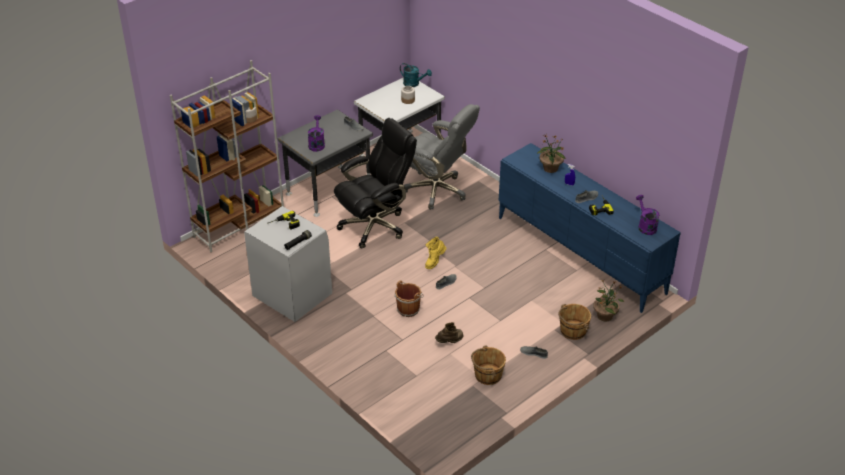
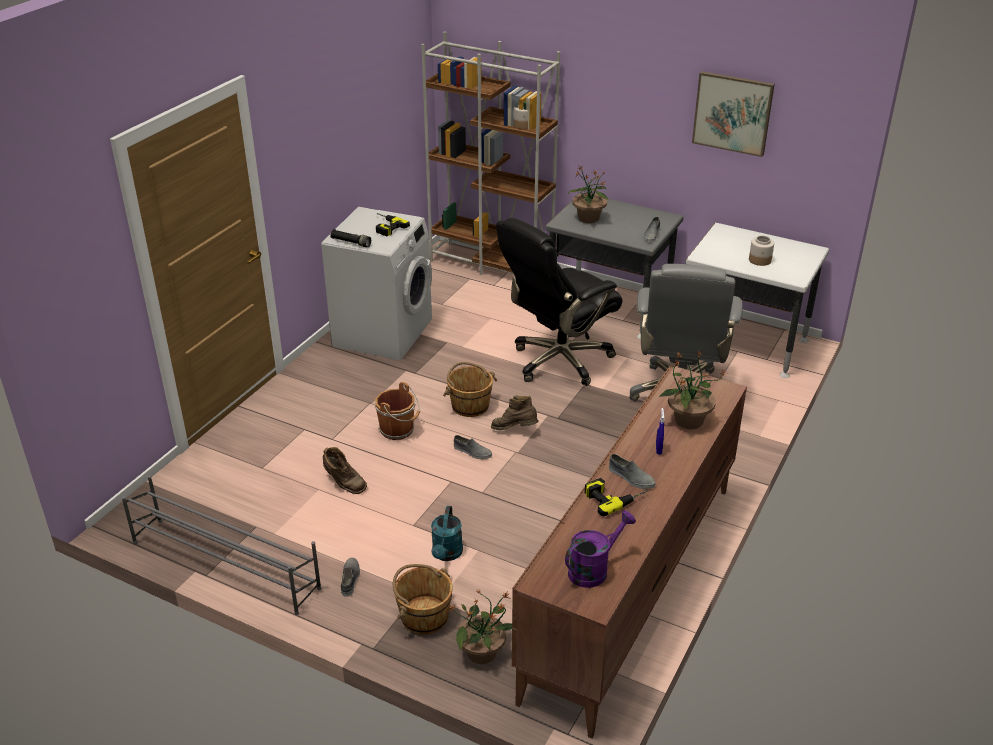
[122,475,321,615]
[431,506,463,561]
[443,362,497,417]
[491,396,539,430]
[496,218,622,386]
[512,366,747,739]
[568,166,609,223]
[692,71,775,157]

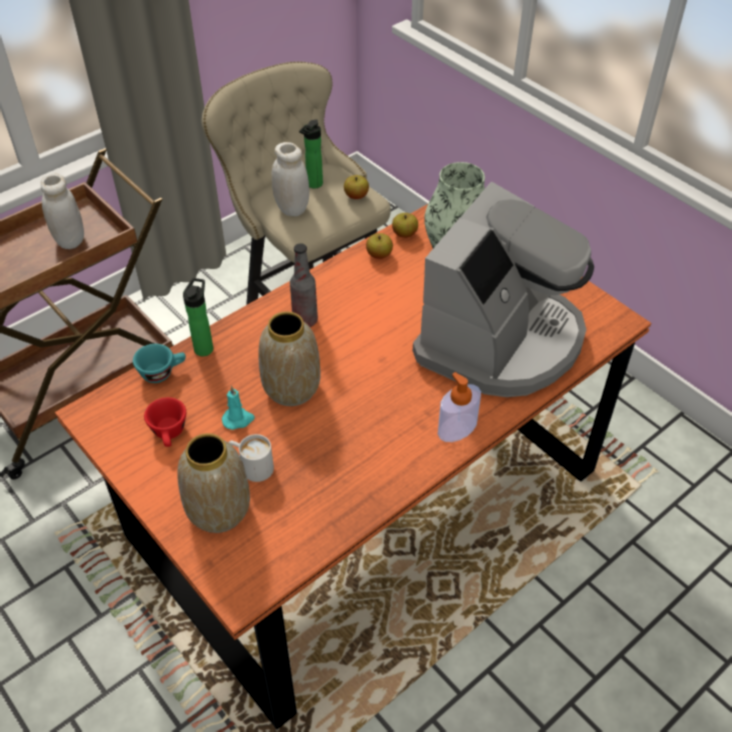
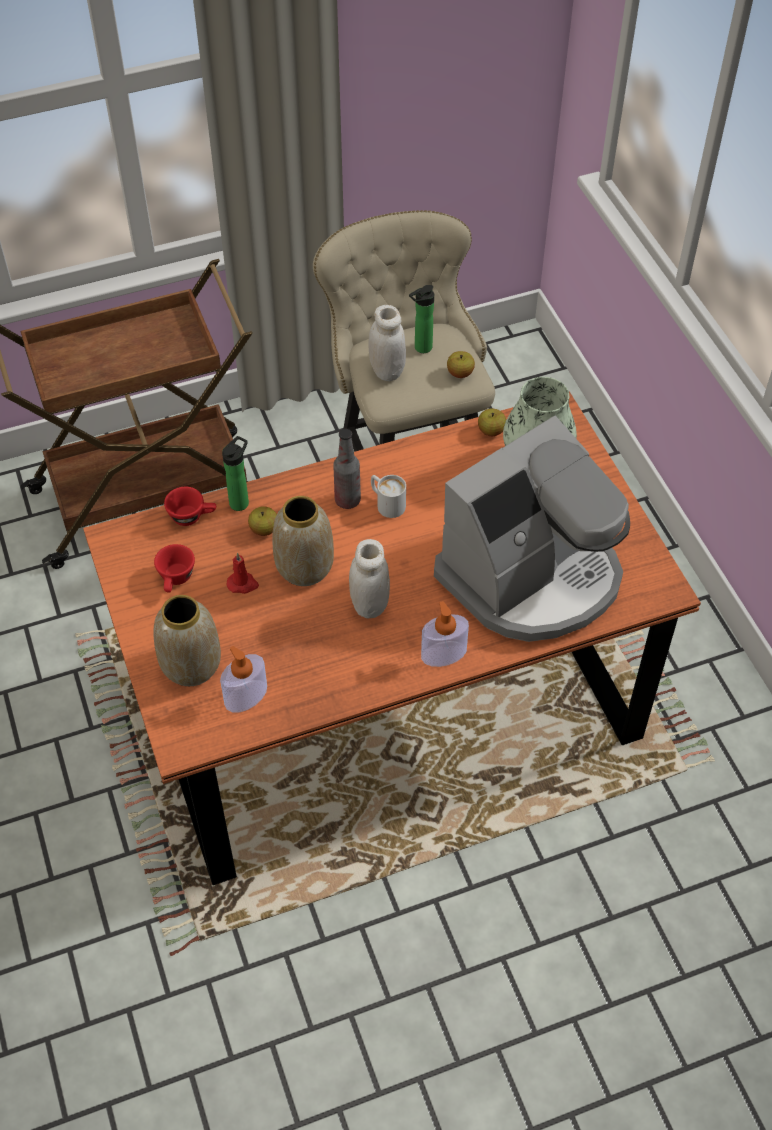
[164,487,216,526]
[220,646,267,713]
[227,553,259,594]
[248,506,277,536]
[349,539,390,618]
[371,475,406,518]

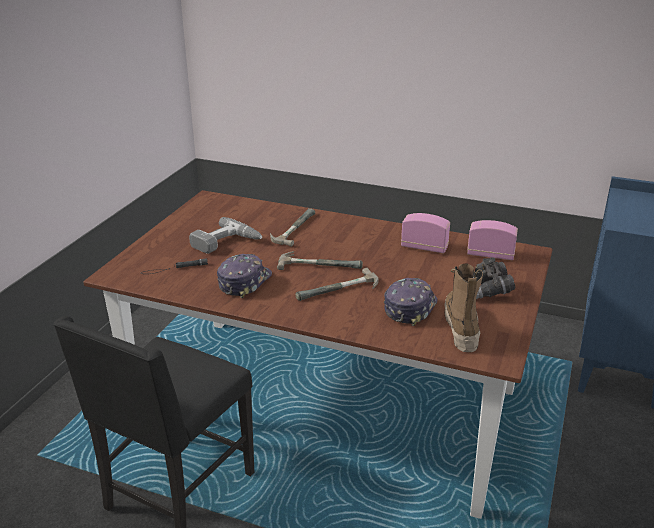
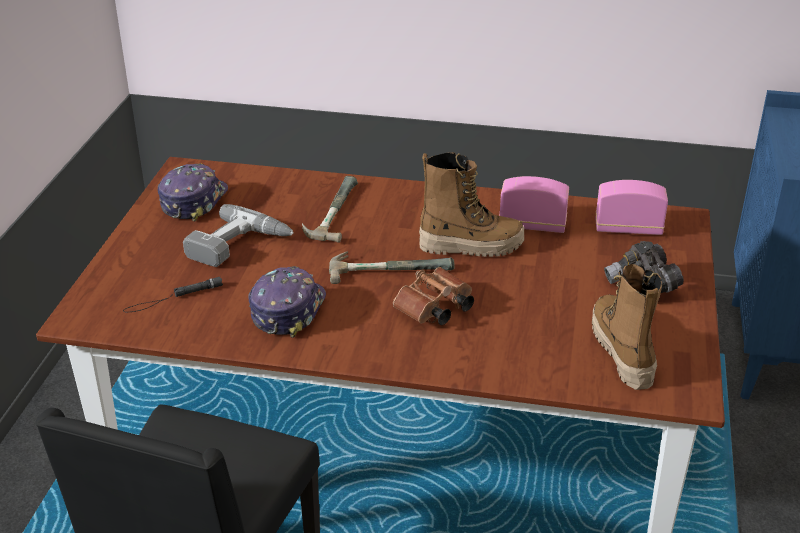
[158,164,228,221]
[393,267,474,325]
[419,152,524,257]

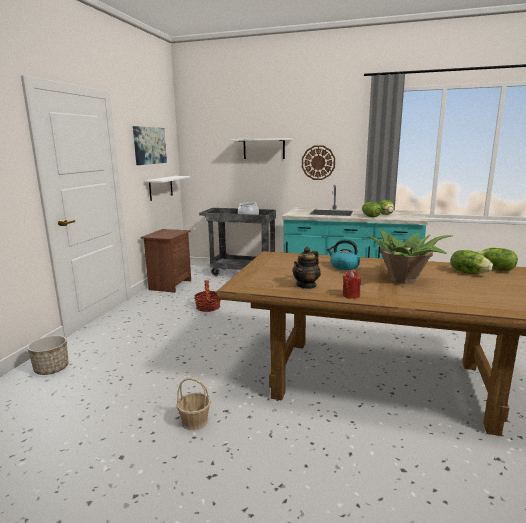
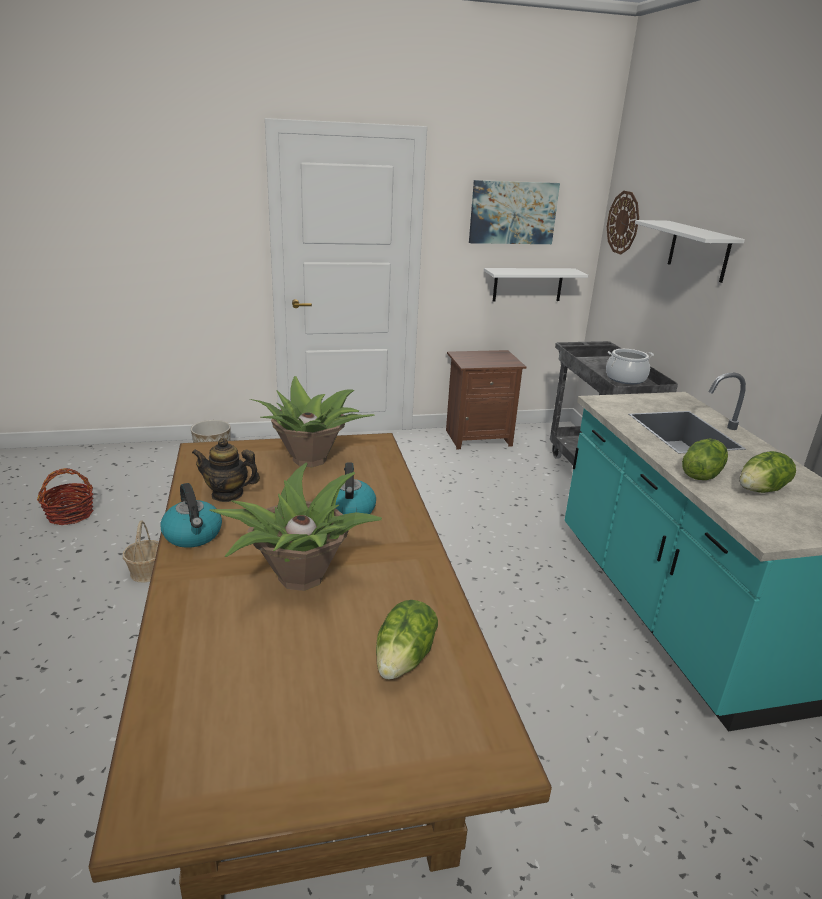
[37,468,94,525]
[160,483,222,548]
[250,376,375,468]
[607,191,639,254]
[478,248,518,271] (first image)

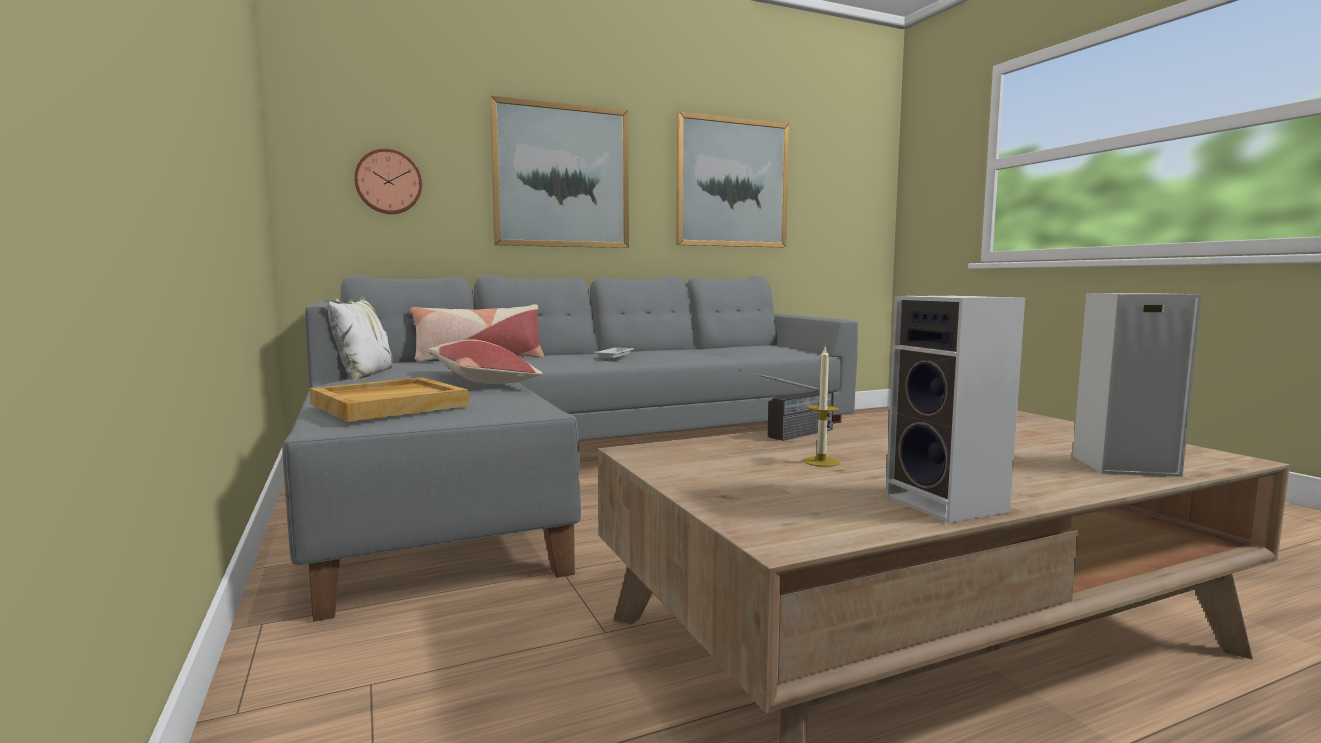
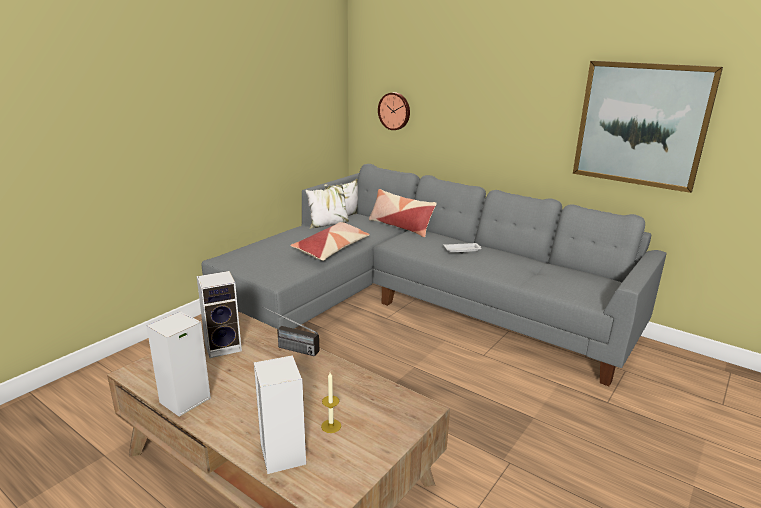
[197,271,242,358]
[321,372,341,433]
[310,377,470,422] (first image)
[490,96,629,248] (first image)

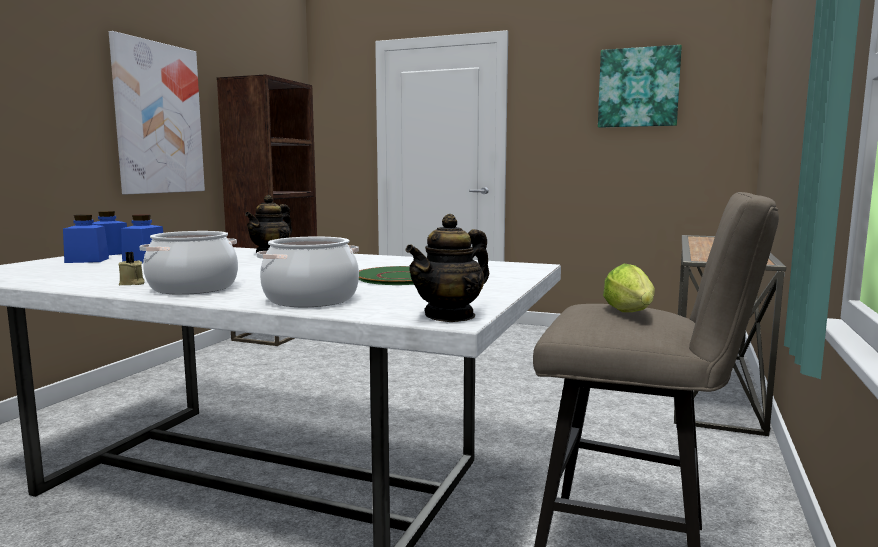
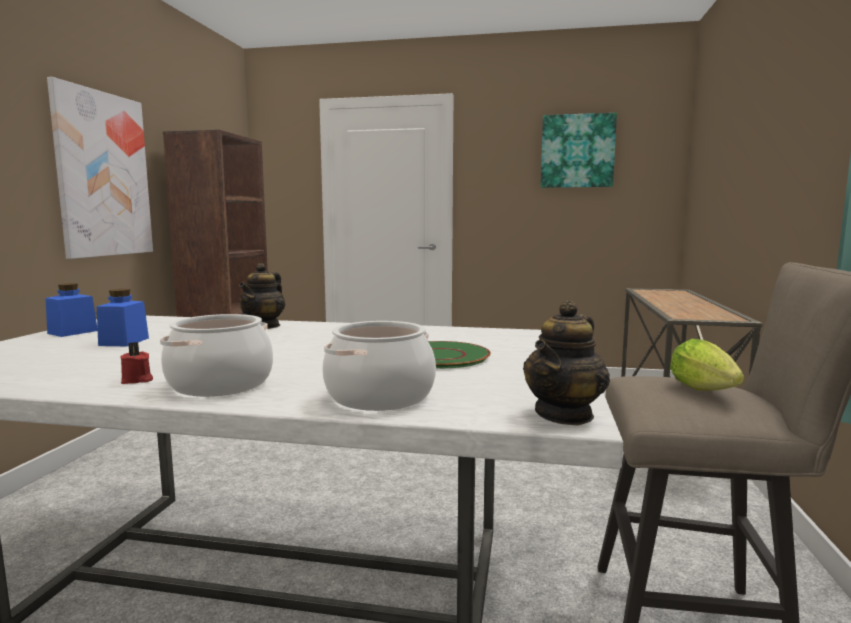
[120,342,153,384]
[63,214,109,263] (first image)

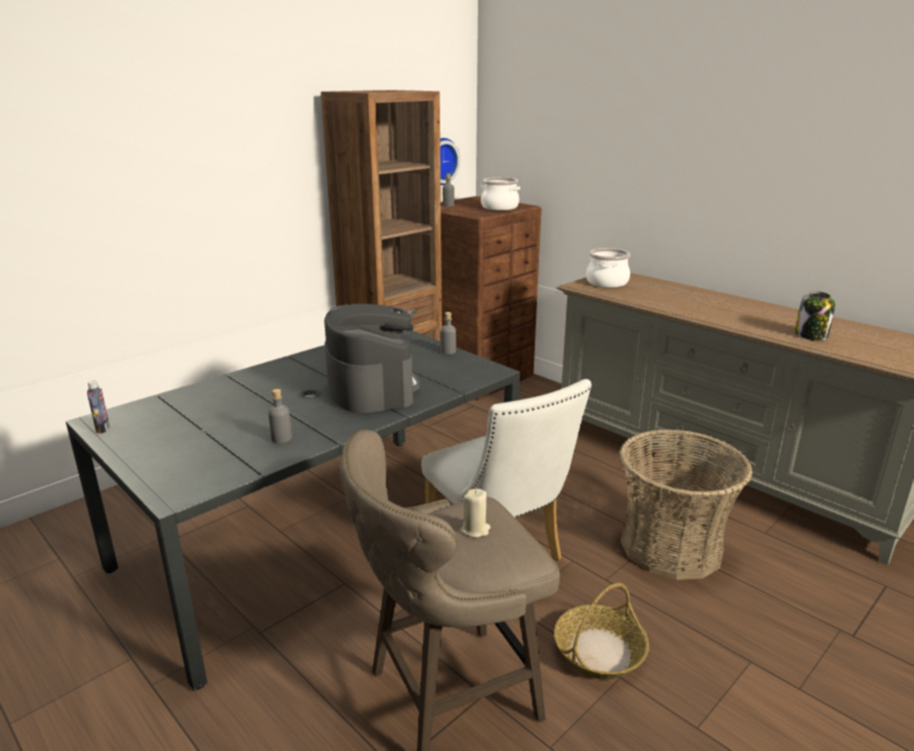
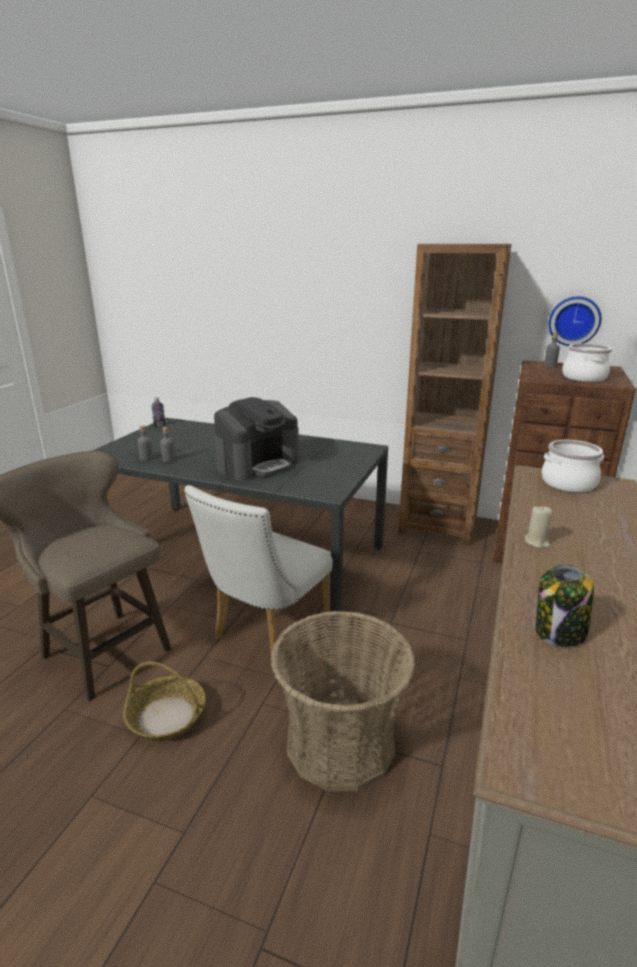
[138,425,153,461]
[525,505,552,548]

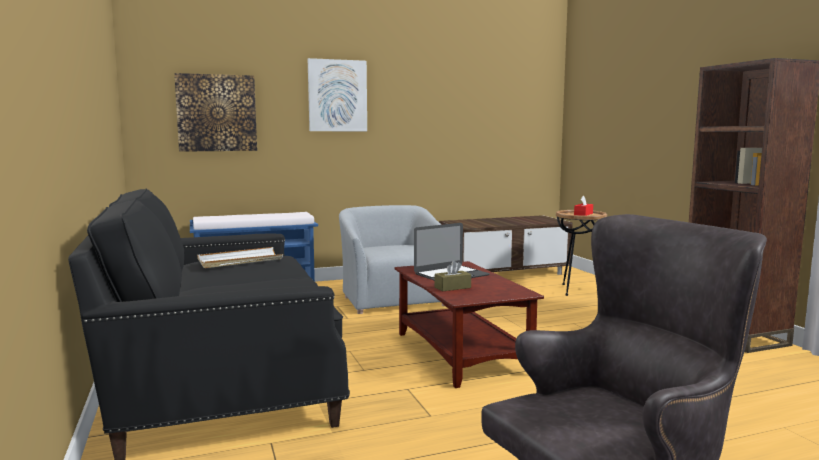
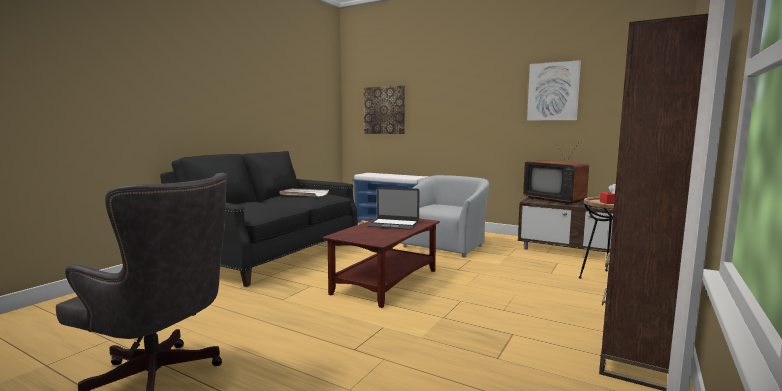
[523,144,589,204]
[527,60,581,121]
[435,261,471,291] (first image)

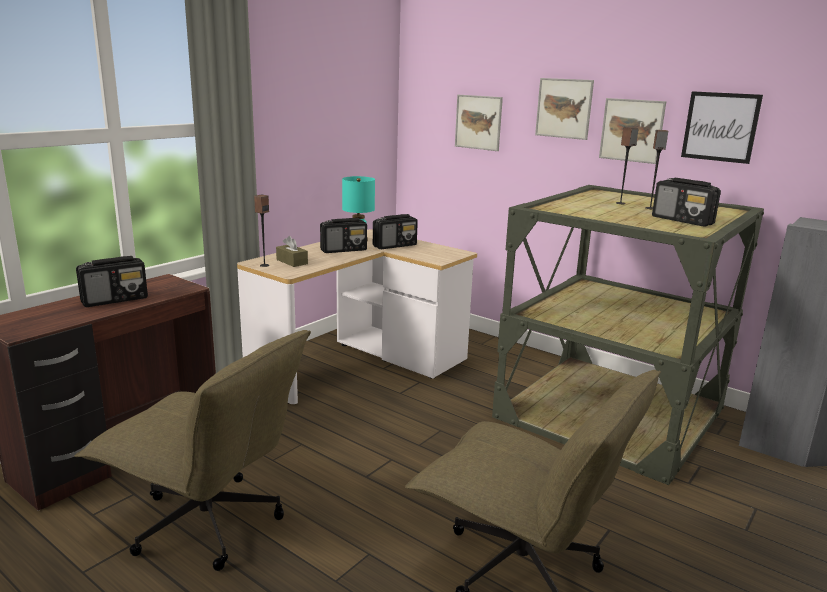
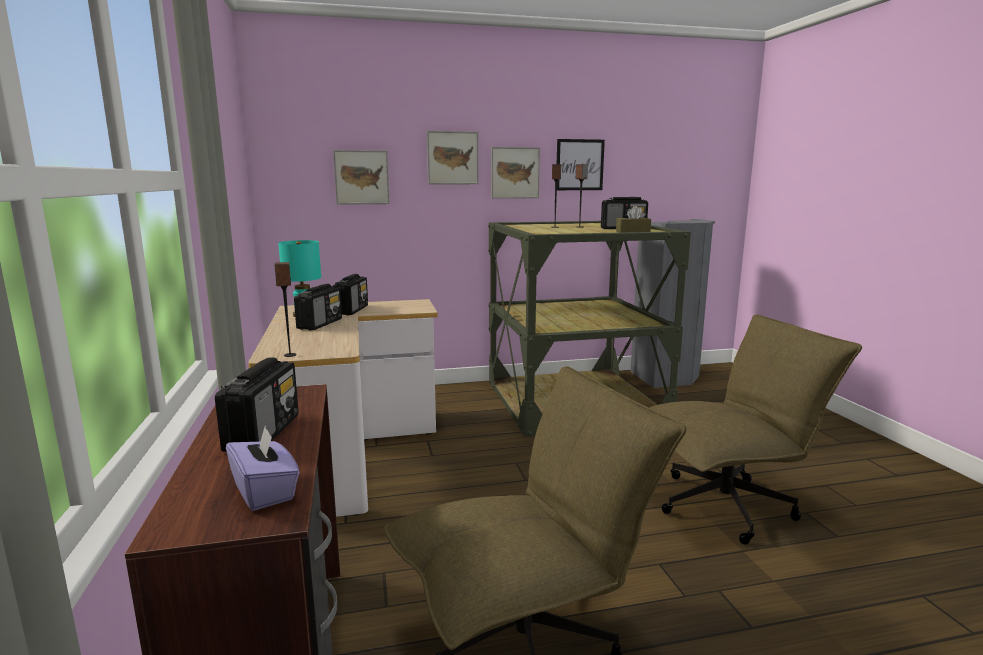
[226,427,300,511]
[616,205,651,233]

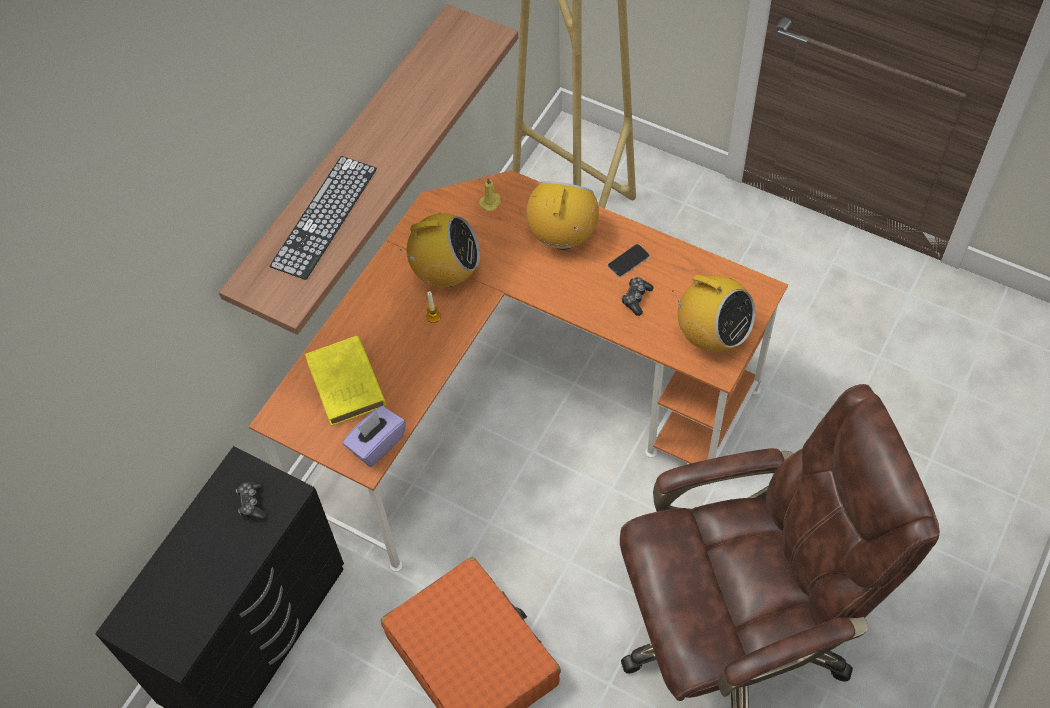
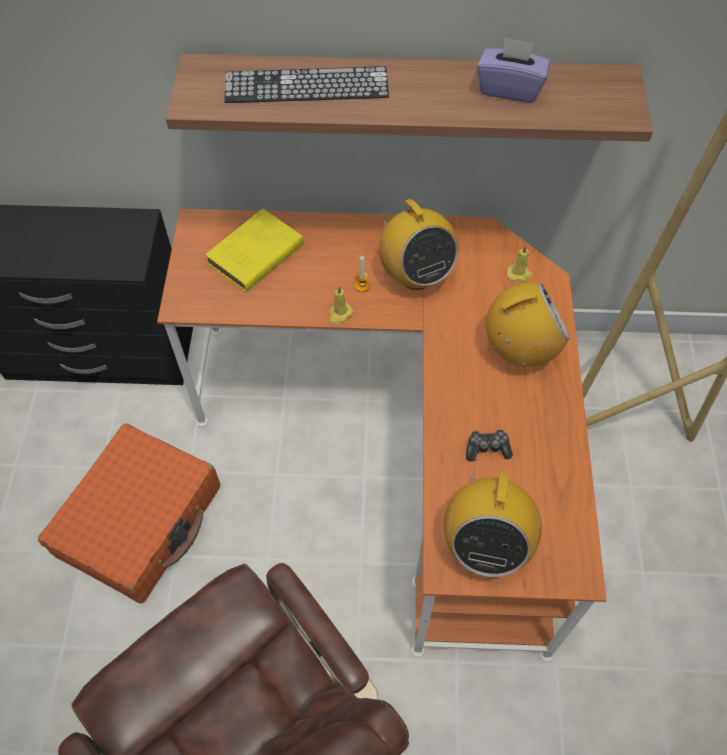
[328,286,353,324]
[477,37,550,103]
[236,482,267,521] (first image)
[608,244,650,277] (first image)

